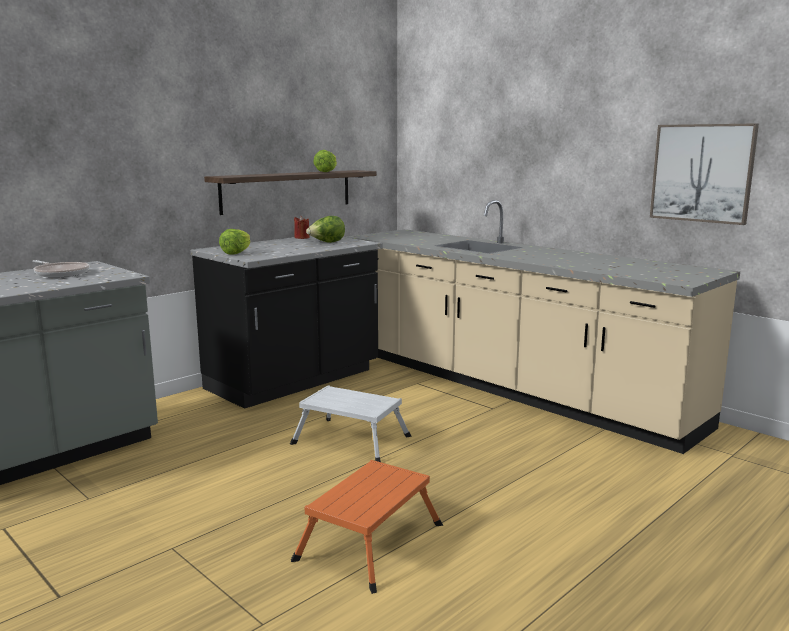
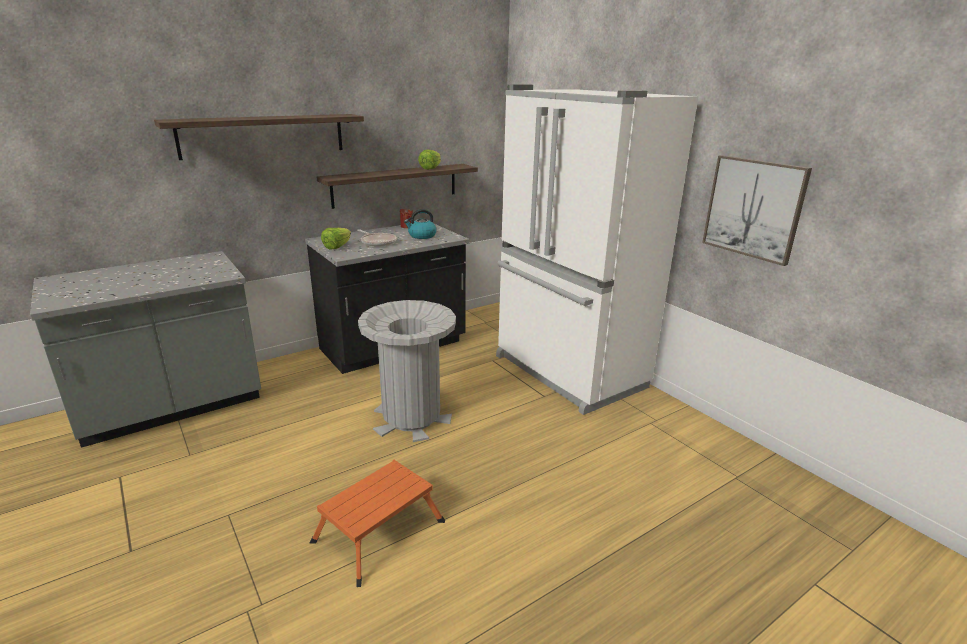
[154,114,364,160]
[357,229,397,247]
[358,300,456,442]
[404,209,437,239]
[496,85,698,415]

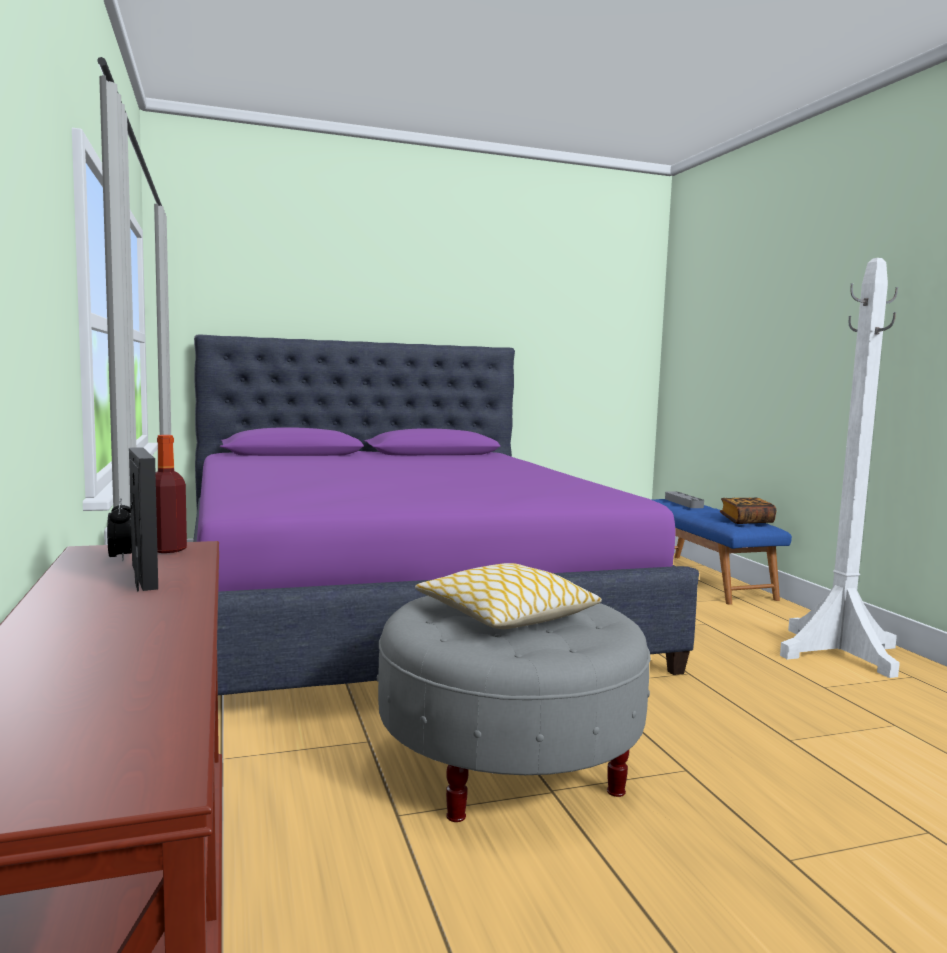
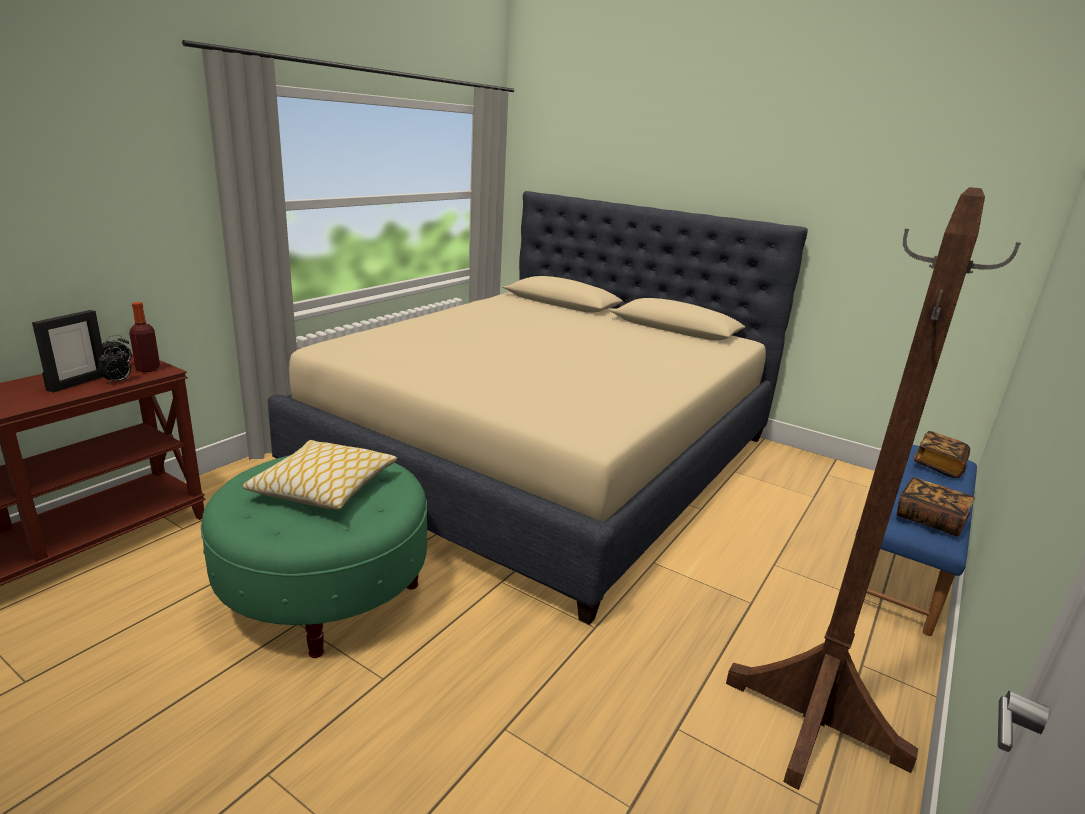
[98,347,131,384]
[201,455,428,658]
[268,191,808,625]
[726,187,1021,790]
[914,431,970,478]

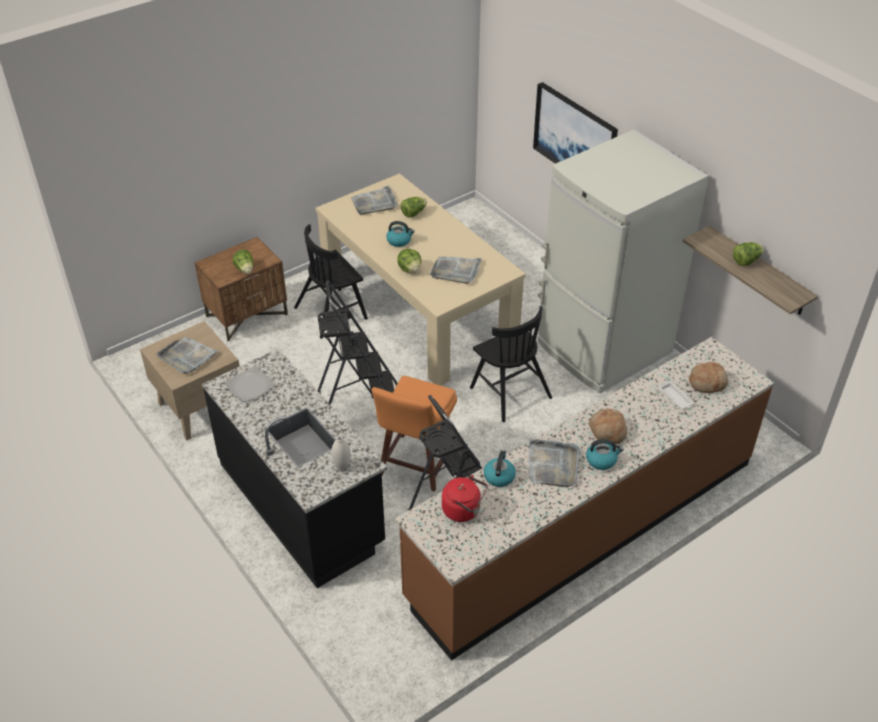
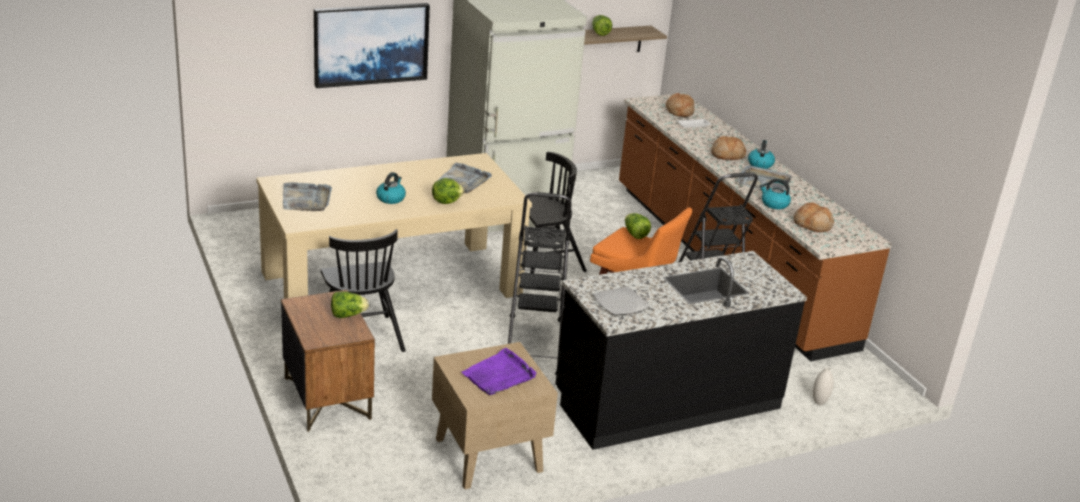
[461,348,536,395]
[625,213,651,239]
[793,202,834,232]
[813,367,834,405]

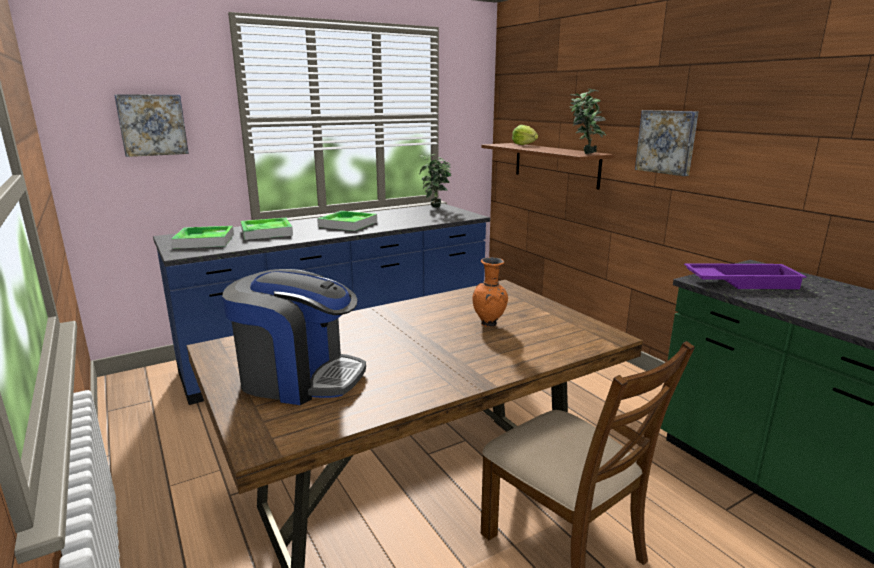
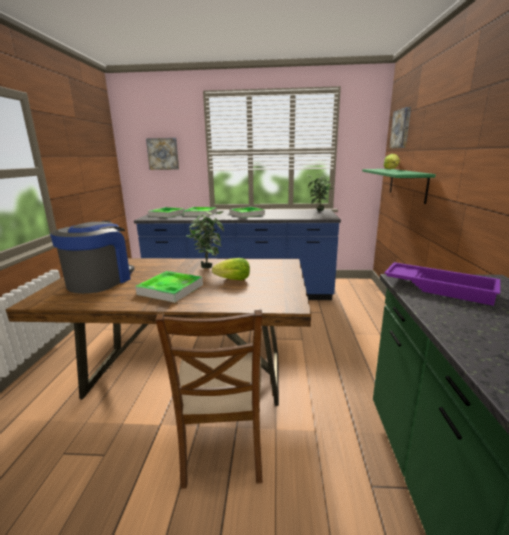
[50,221,134,294]
[135,271,203,303]
[186,211,224,268]
[212,258,250,280]
[362,169,436,204]
[389,107,411,149]

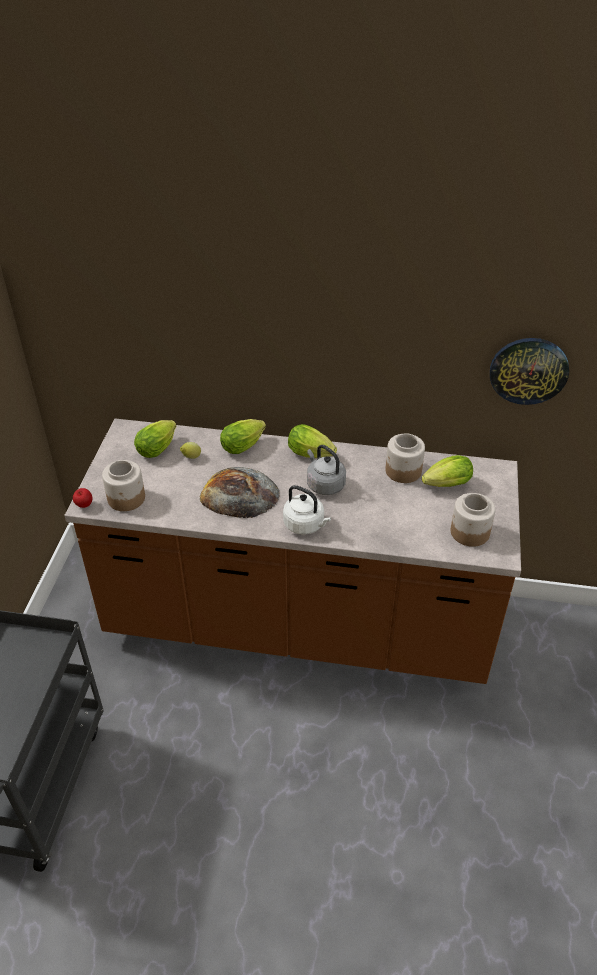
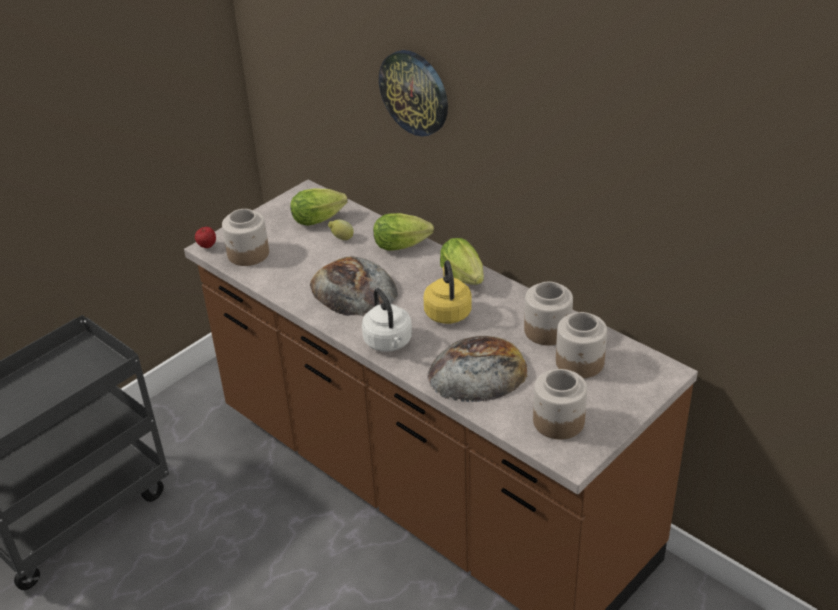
[379,50,448,136]
[424,260,472,324]
[427,336,528,402]
[556,312,607,378]

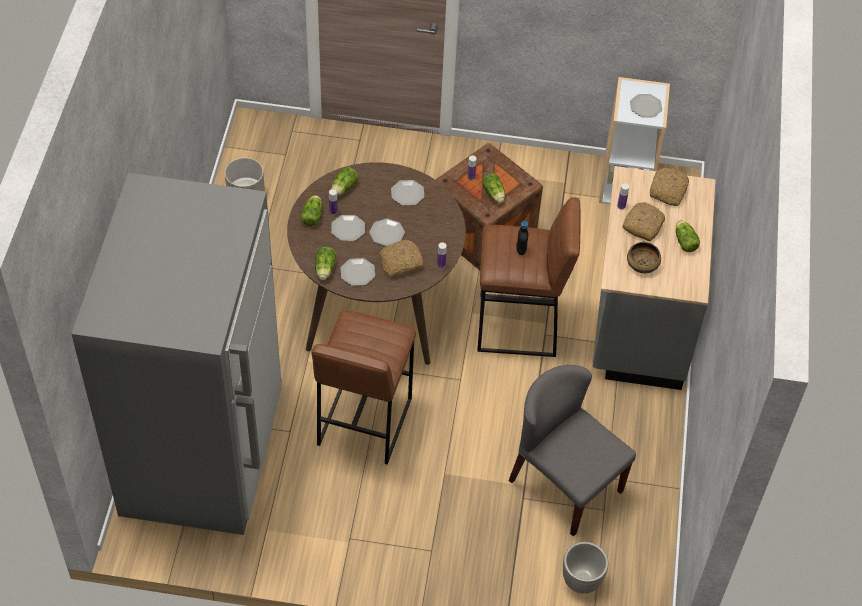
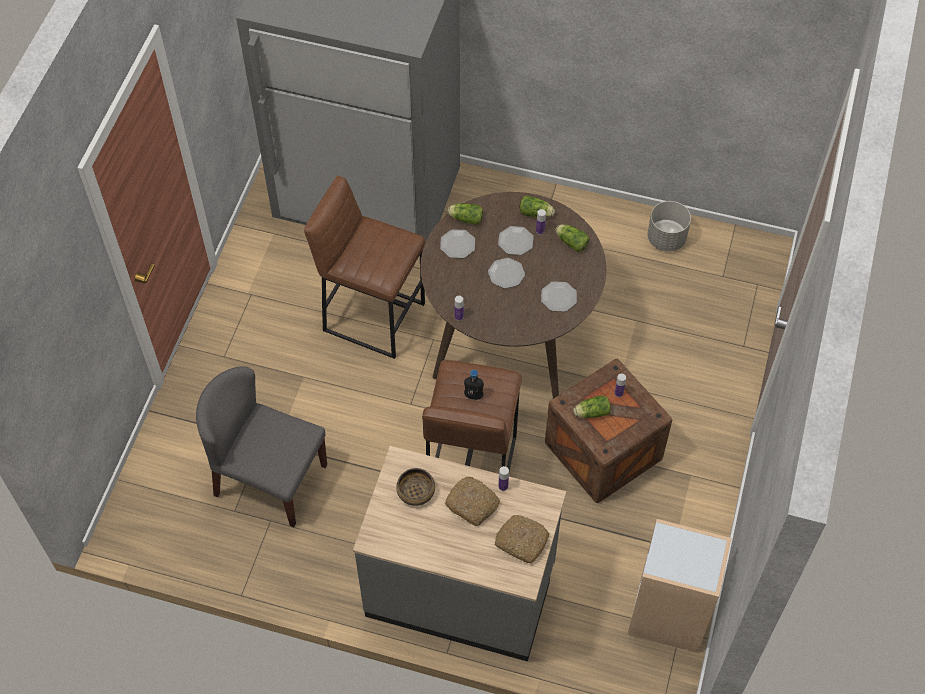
[196,366,327,527]
[379,240,423,277] (first image)
[563,542,609,594] (first image)
[630,94,662,117] (first image)
[676,221,700,252] (first image)

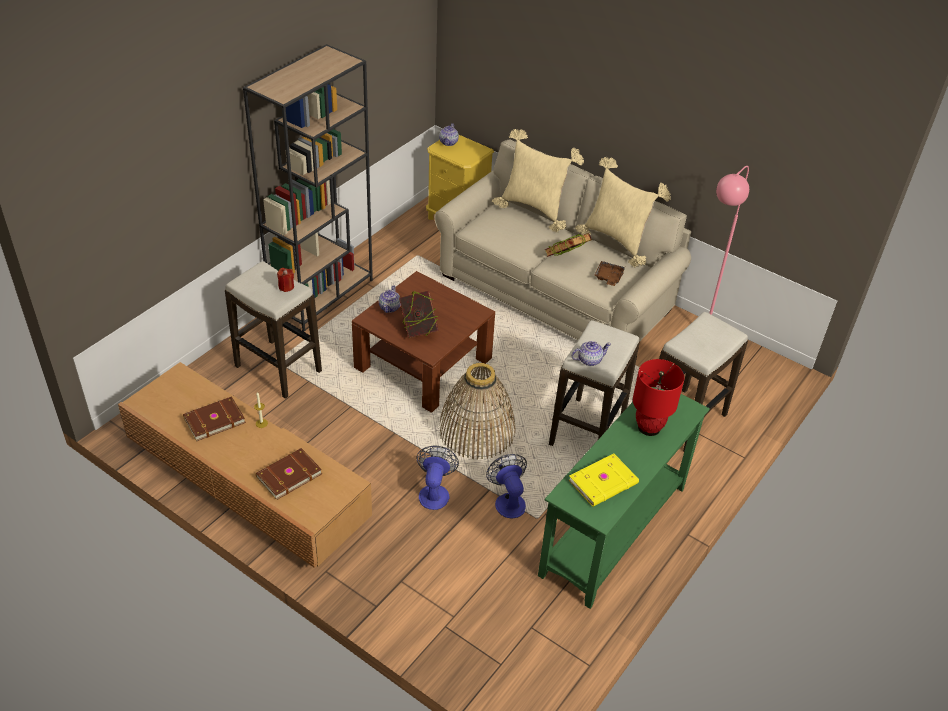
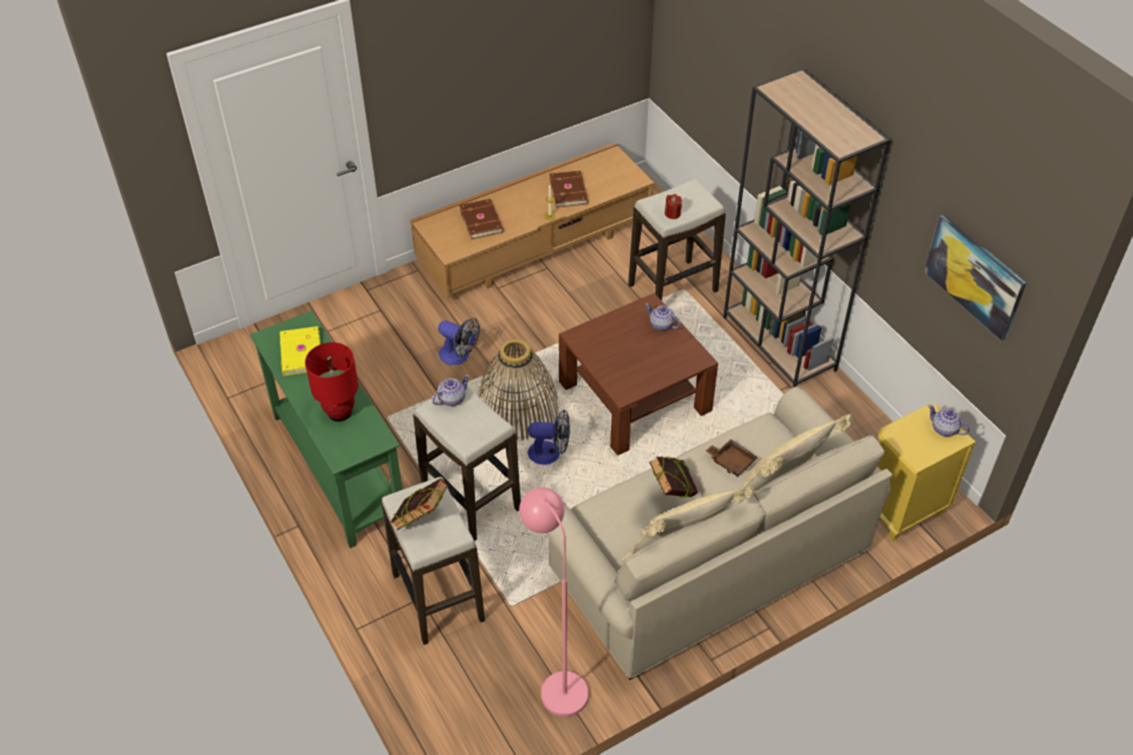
[390,478,448,530]
[432,374,470,406]
[528,410,570,465]
[706,439,758,477]
[924,214,1026,341]

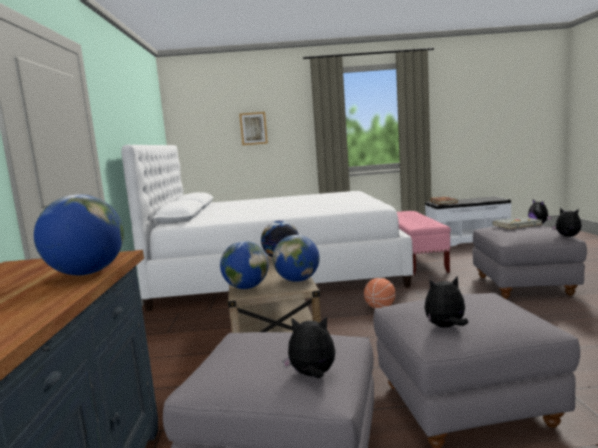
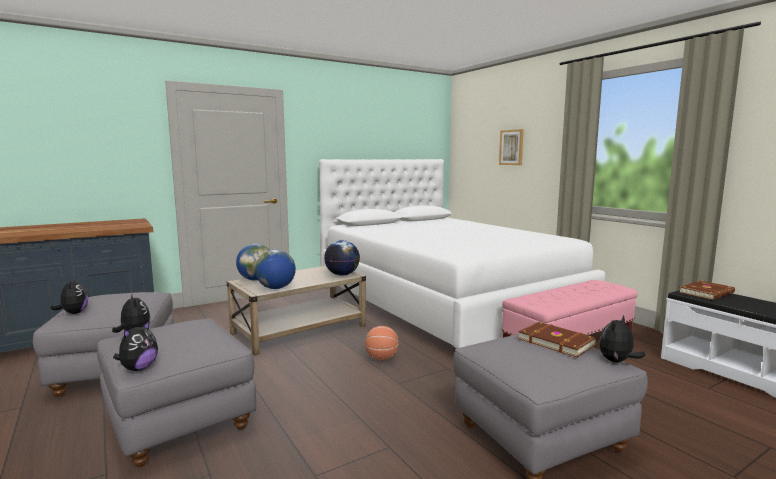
[113,320,158,371]
[518,322,597,357]
[34,194,124,275] (first image)

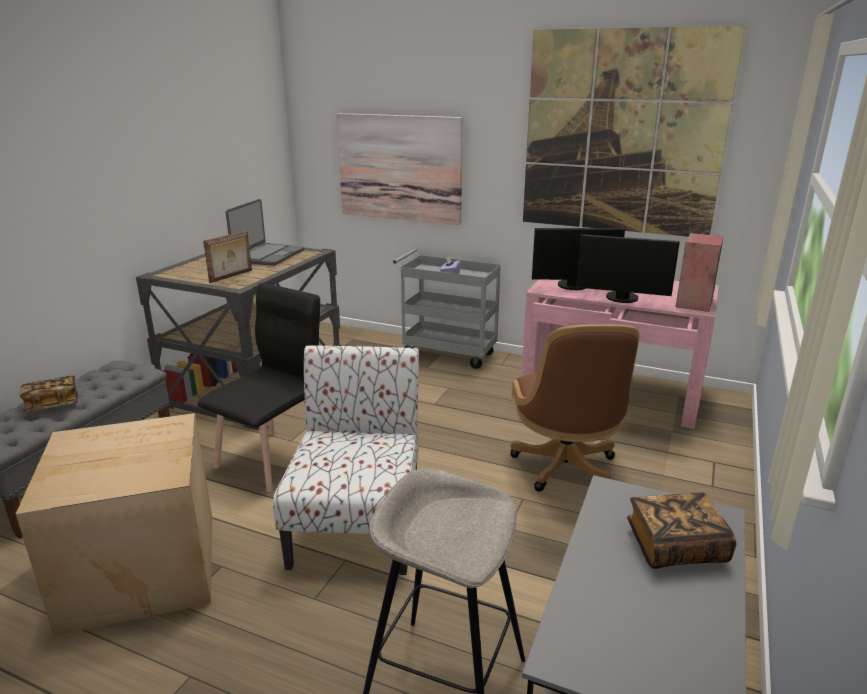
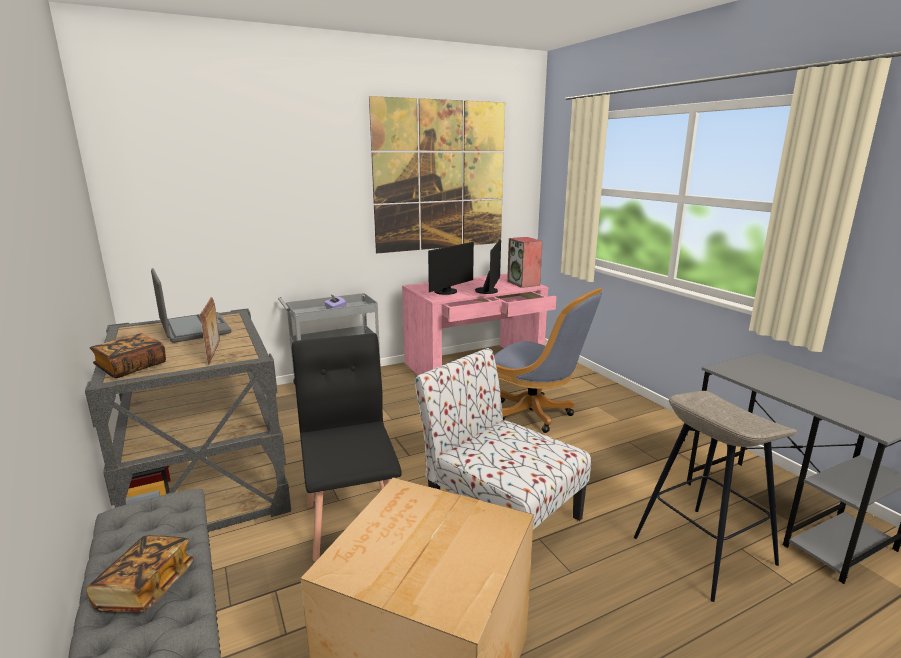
[90,333,166,378]
[475,240,501,294]
[494,288,602,433]
[337,113,463,225] (first image)

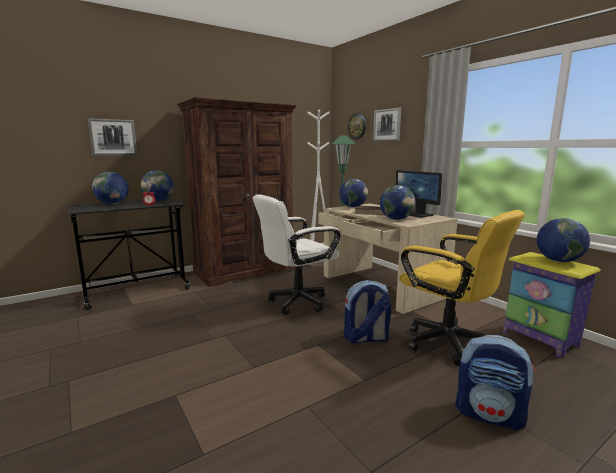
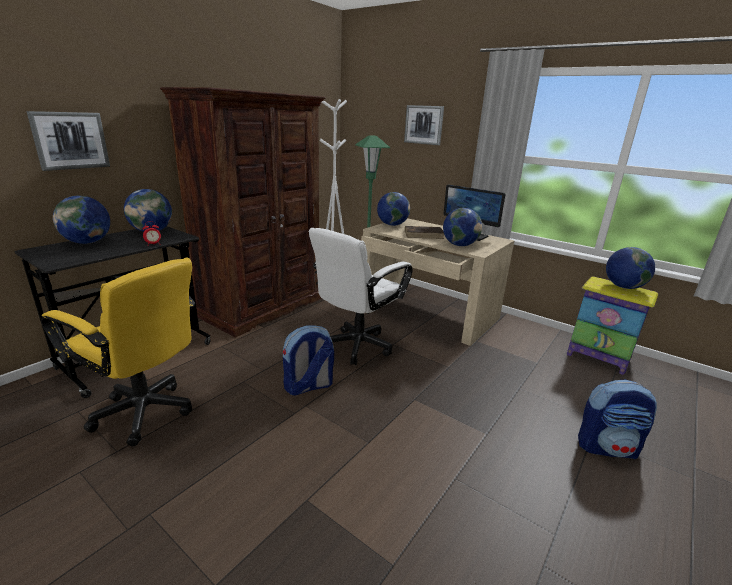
[41,258,195,446]
[283,325,334,396]
[348,113,366,139] (first image)

